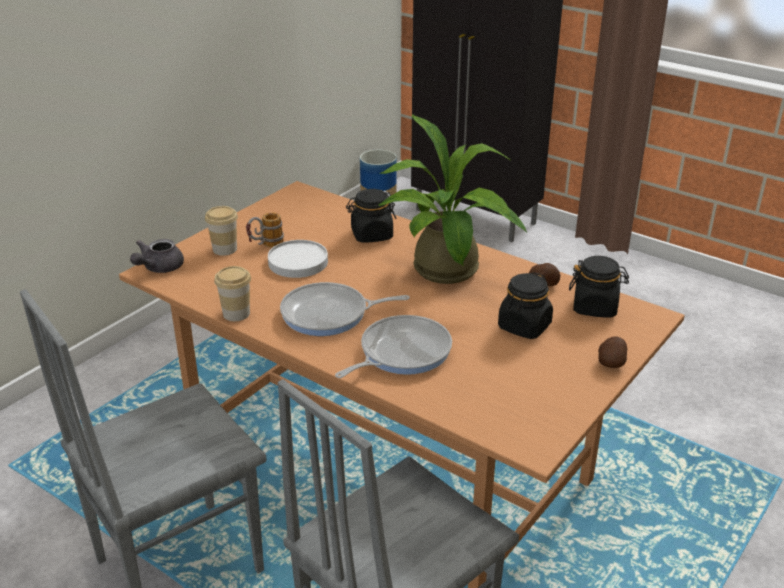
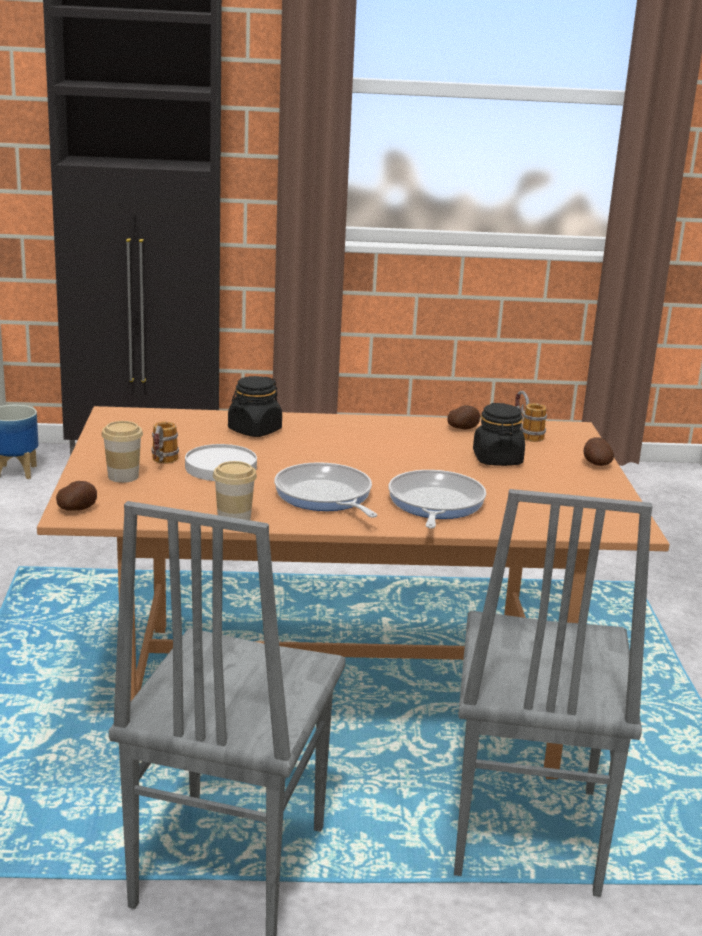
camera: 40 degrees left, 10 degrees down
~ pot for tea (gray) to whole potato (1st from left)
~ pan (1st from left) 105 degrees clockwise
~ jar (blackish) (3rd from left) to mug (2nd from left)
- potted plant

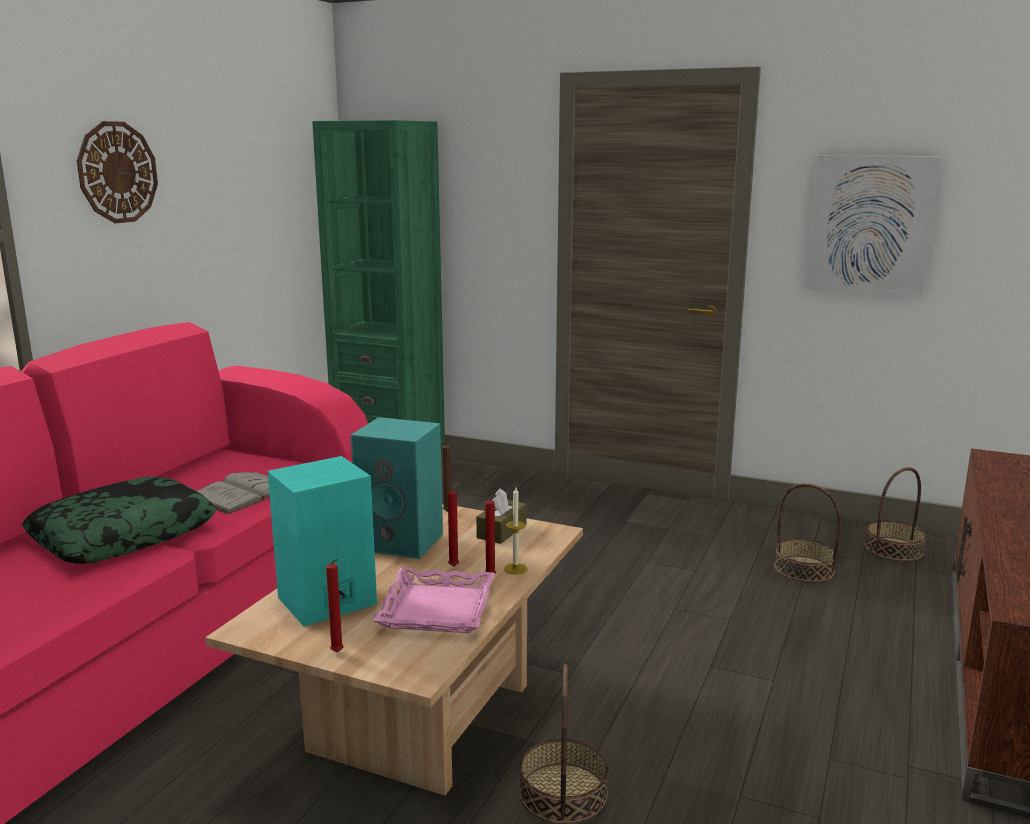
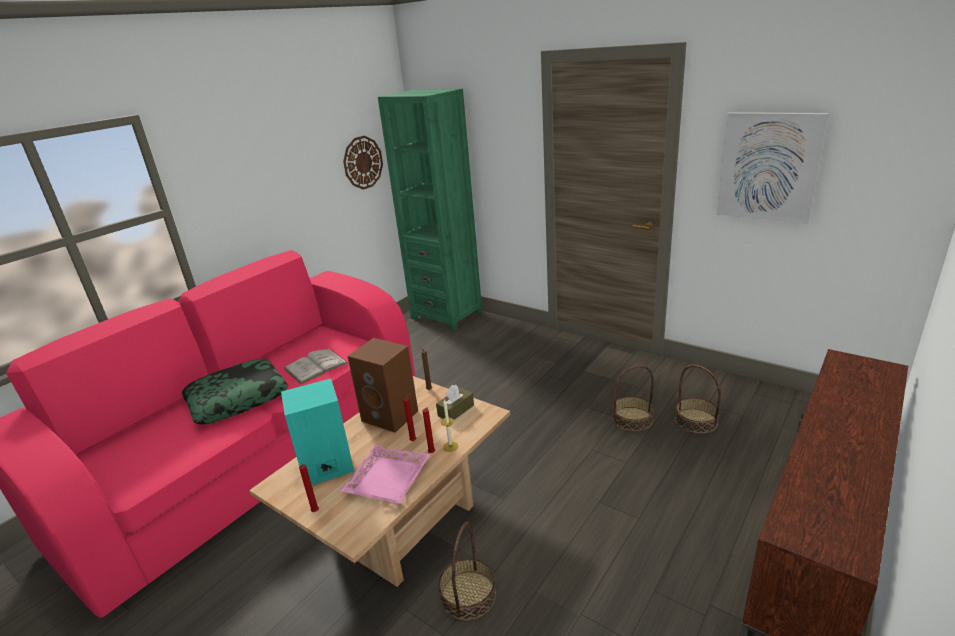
camera: 15 degrees right, 10 degrees up
~ hanging clock
~ loudspeaker (turquoise) (2nd from left) to loudspeaker (brown)
~ basket (3rd from left in the first image) to basket (2nd from left)

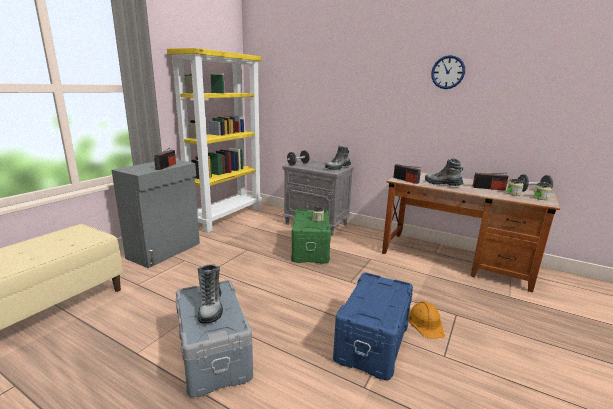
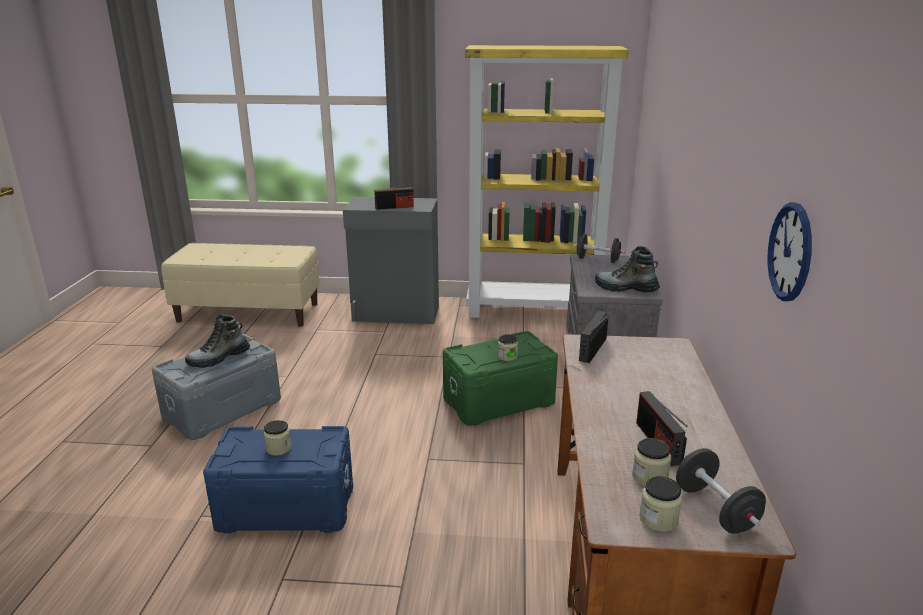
camera: 65 degrees right, 5 degrees up
+ jar (1st from left)
~ hanging clock
- safety helmet (orangey)
- boot (3rd from left)

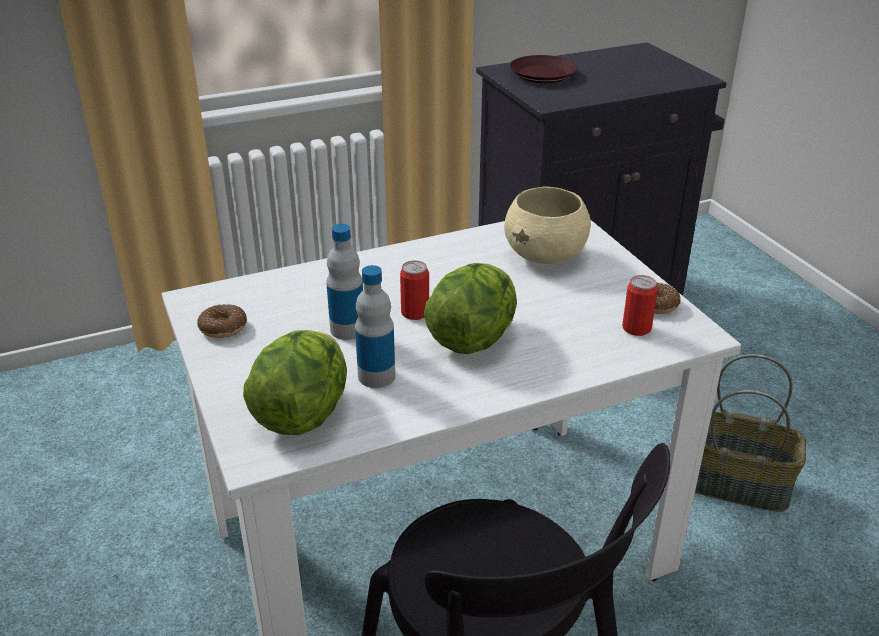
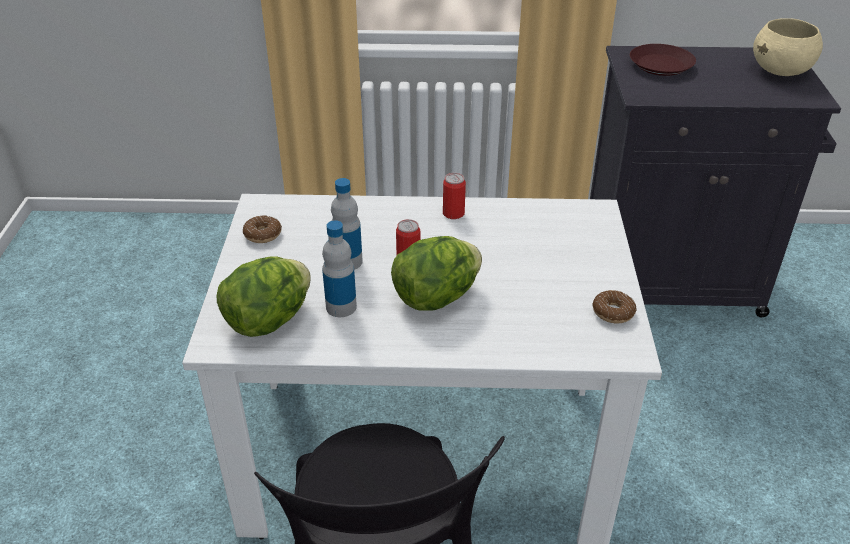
camera: 25 degrees right, 5 degrees up
~ metal can (2nd from left)
~ serving bowl (beige-coloured)
- basket

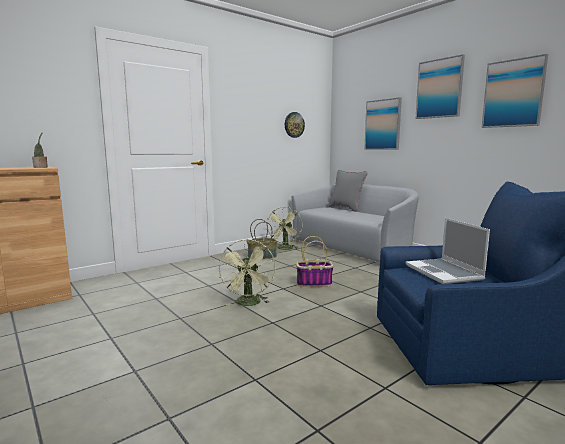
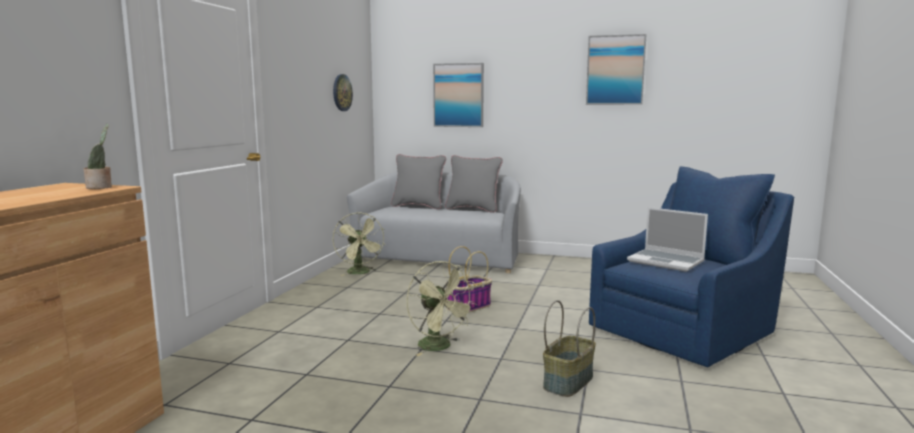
camera: 35 degrees left, 0 degrees up
+ pillow (gray) (2nd from left)
~ basket (1st from left in the first image) to basket (2nd from left)
- wall art (2nd from left)

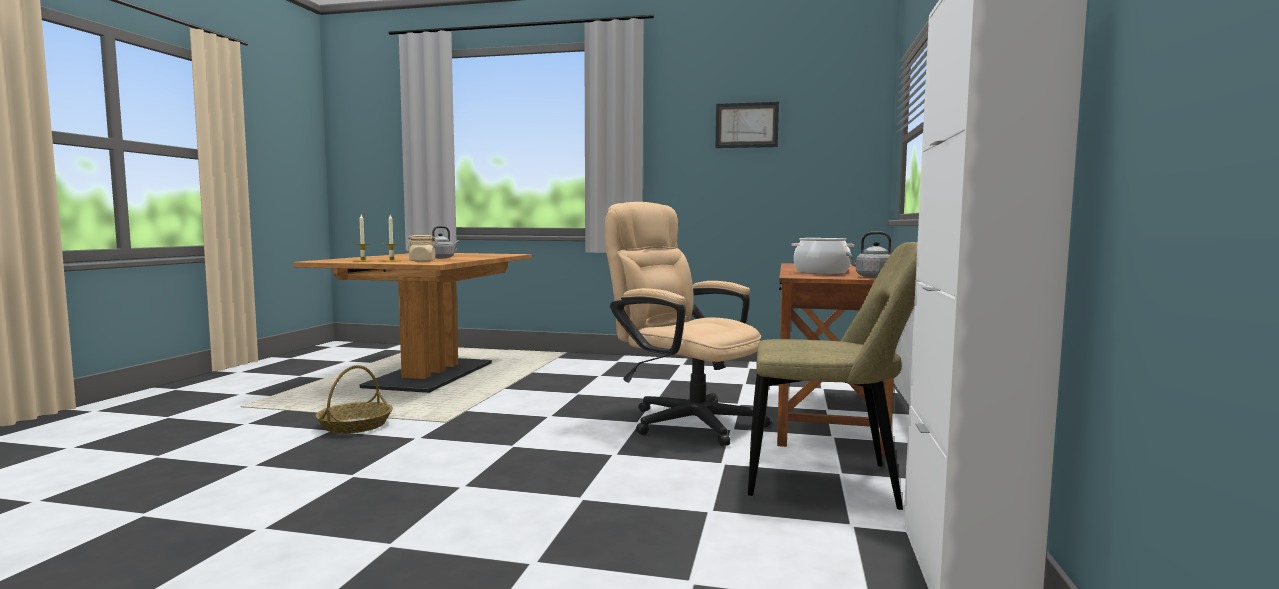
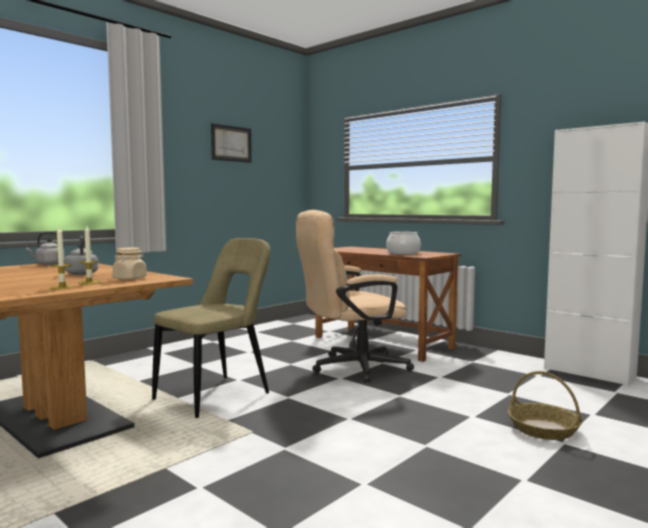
camera: 60 degrees left, 0 degrees up
~ water kettle (gray) (2nd from left in the first image) to water kettle (gray) (1st from left)
~ plain chair (beige-coloured)
~ basket

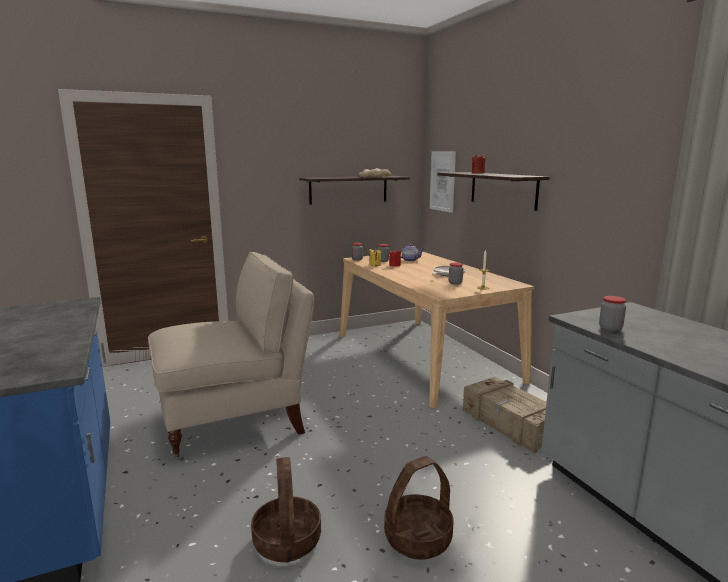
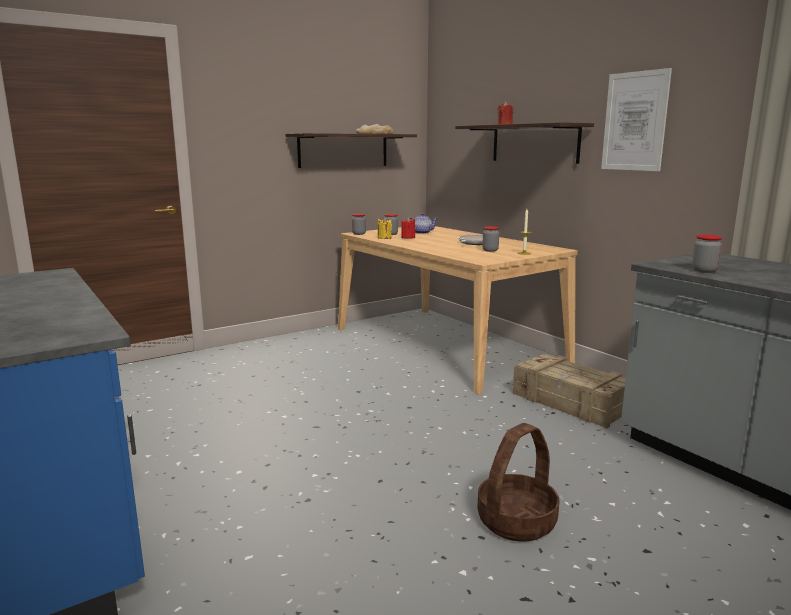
camera: 10 degrees left, 0 degrees up
~ wall art
- plain chair (beige-coloured)
- basket (1st from left)

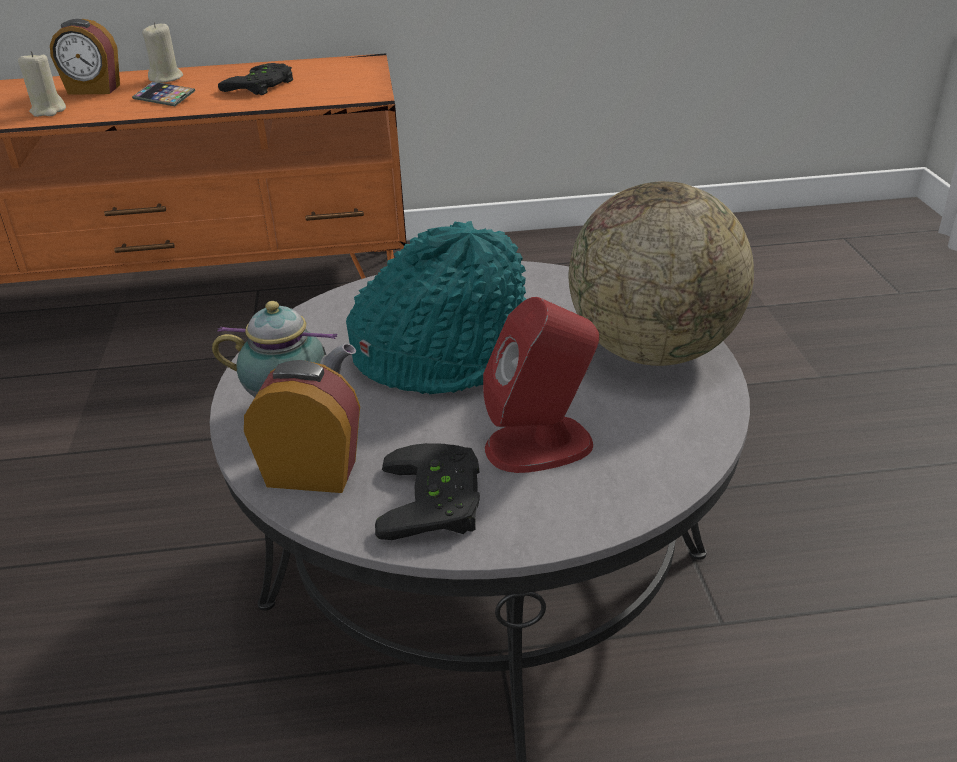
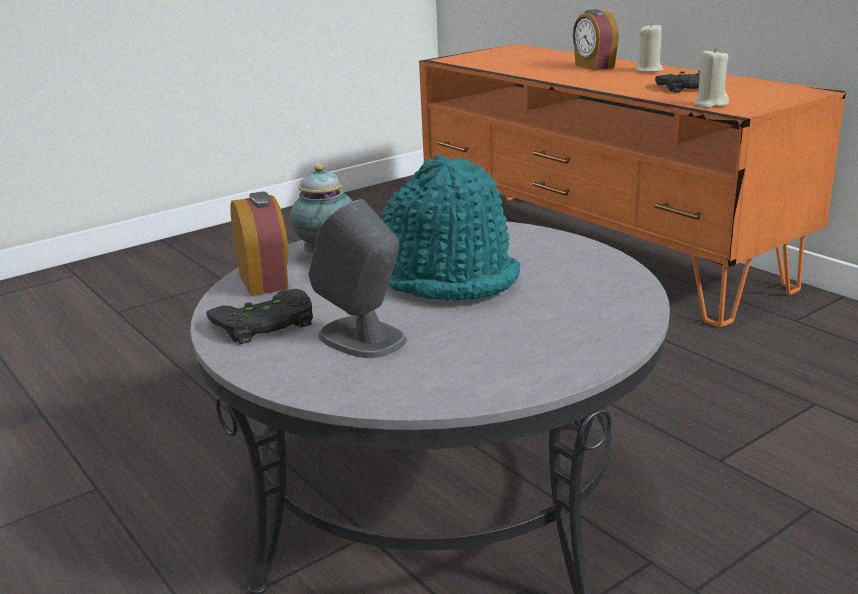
camera: 60 degrees right, 10 degrees down
~ loudspeaker (red) to loudspeaker (gray)
~ wax light (beige-coloured) (1st from left in the first image) to wax light (beige-coloured) (2nd from left)
- handset
- globe

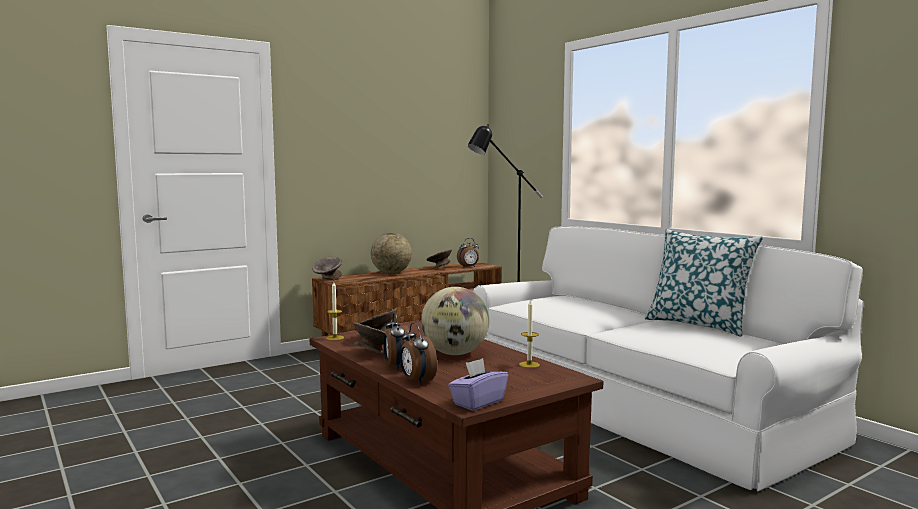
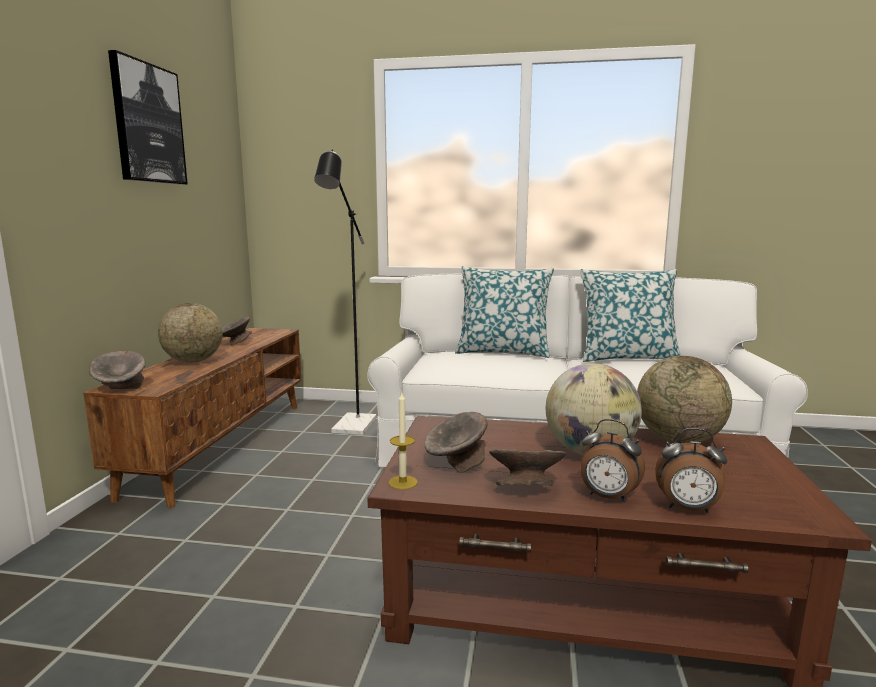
camera: 45 degrees left, 5 degrees up
+ wall art
+ pillow (1st from left)
~ wax light (2nd from left) to globe (3rd from left)
- tissue holder (purple)
- bedside clock (3rd from left)

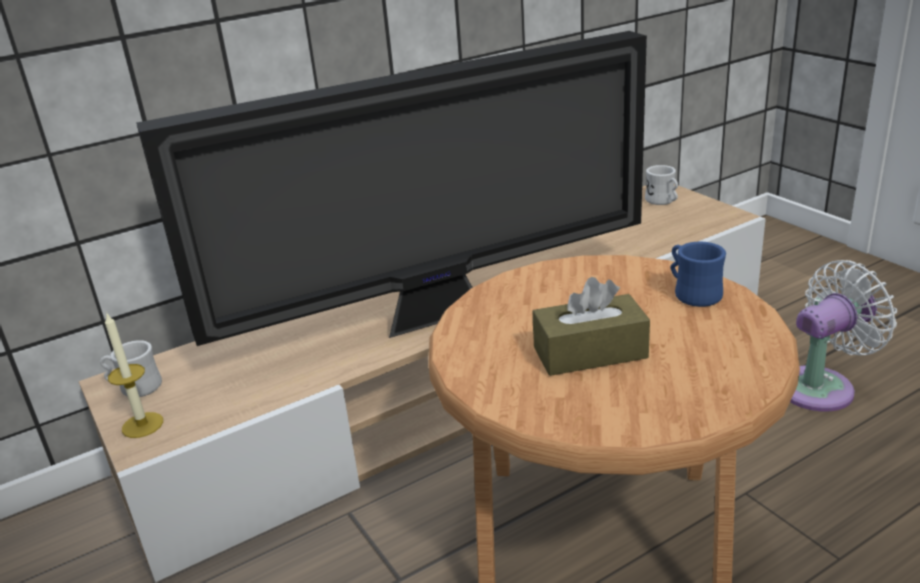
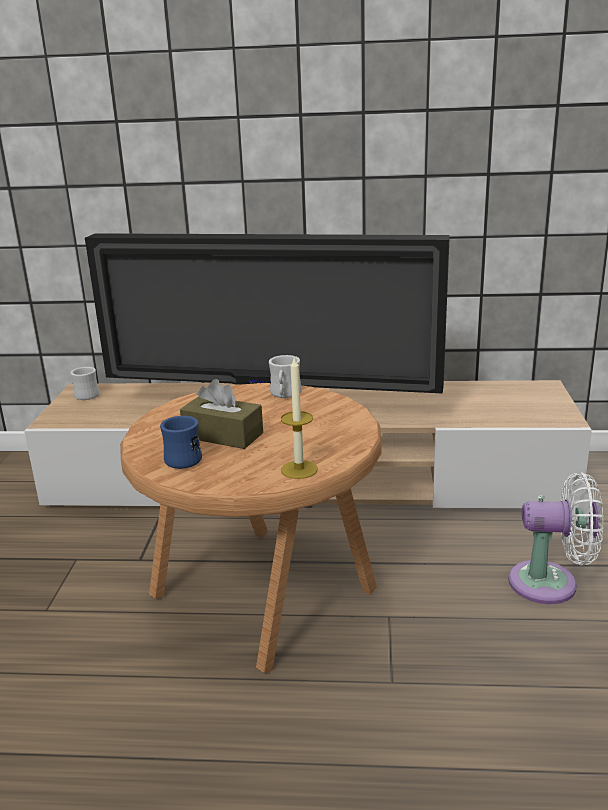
camera: 35 degrees right, 5 degrees down
~ mug (blue-coloured)
~ mug (whitish) (2nd from left)
~ wax light

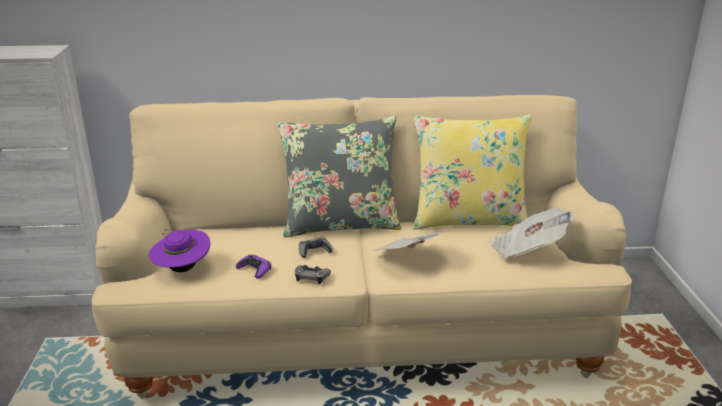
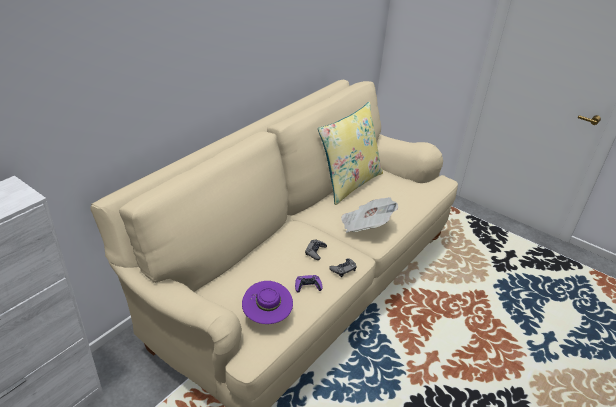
camera: 50 degrees left, 10 degrees up
- pillow (gray)
- daily paper (2nd from left)

